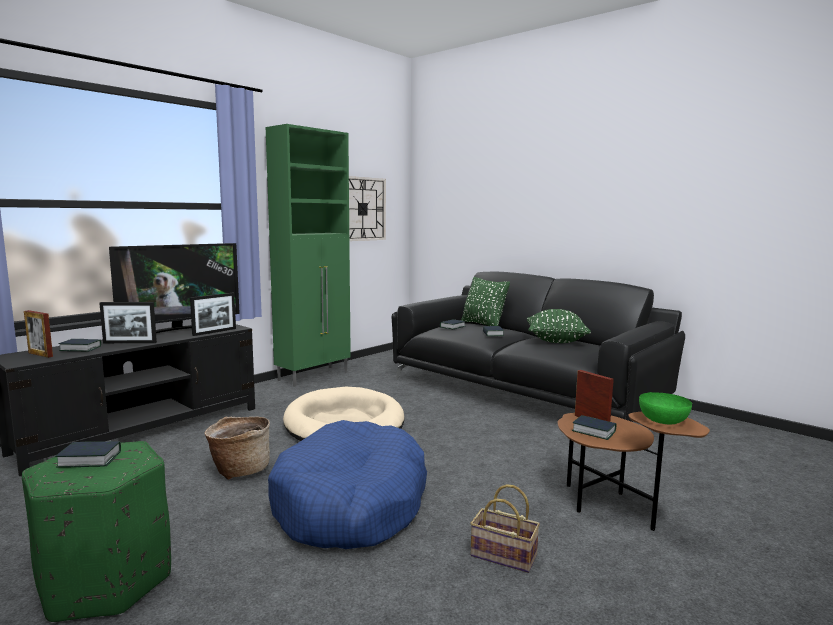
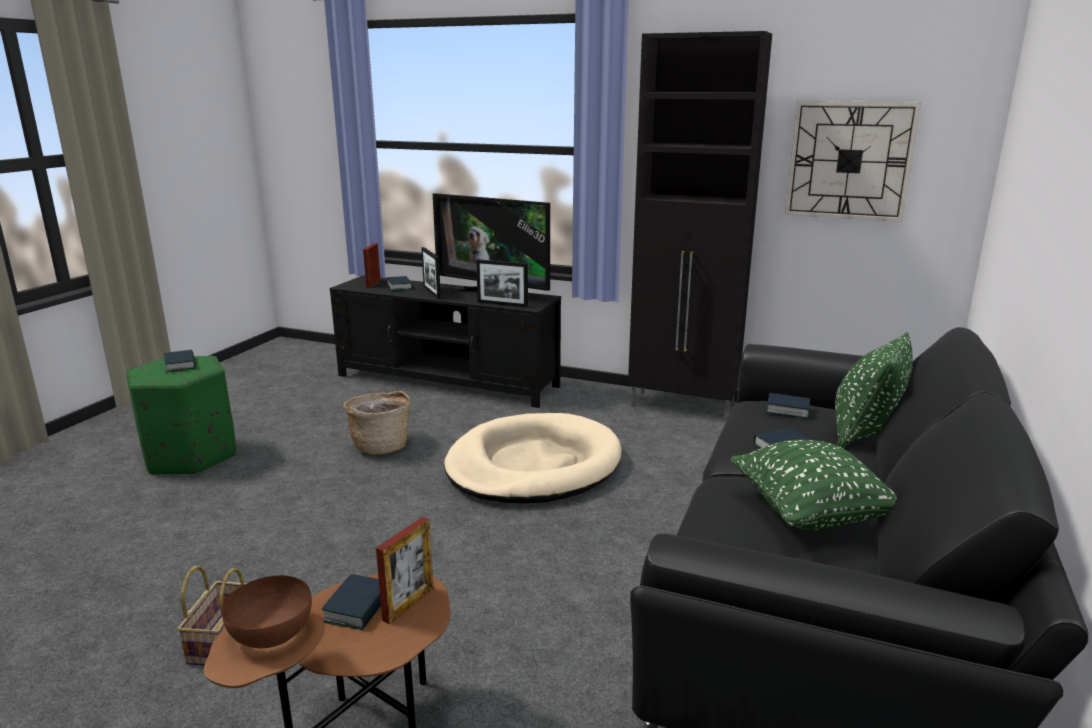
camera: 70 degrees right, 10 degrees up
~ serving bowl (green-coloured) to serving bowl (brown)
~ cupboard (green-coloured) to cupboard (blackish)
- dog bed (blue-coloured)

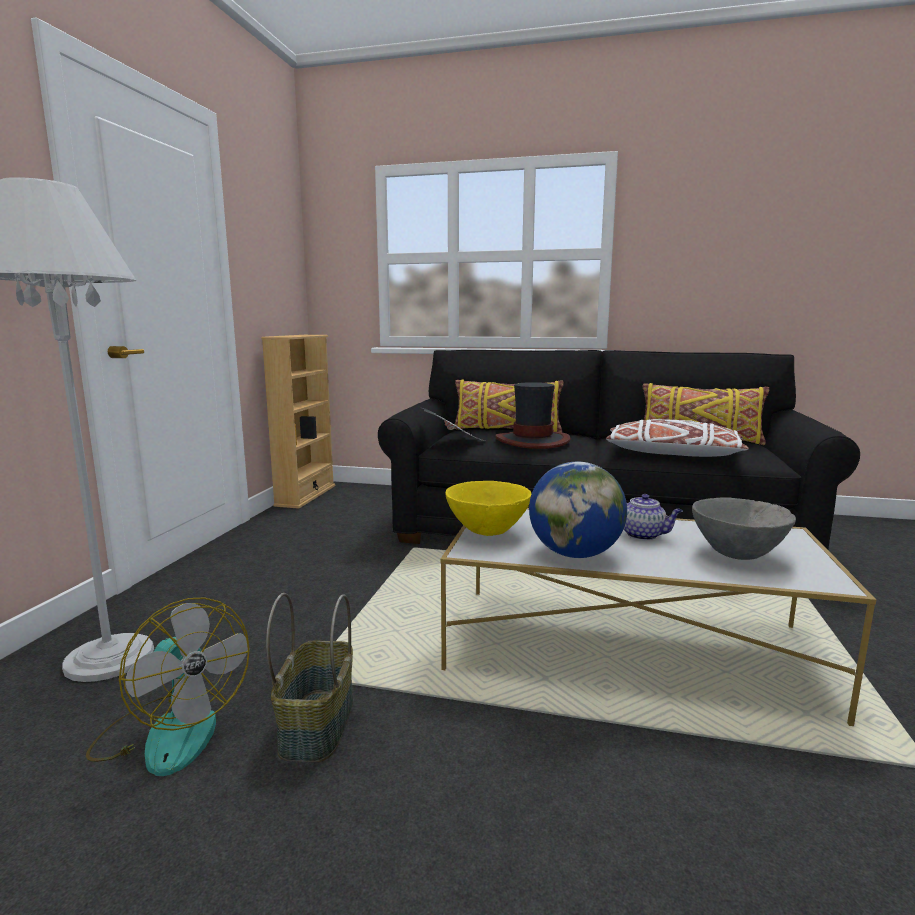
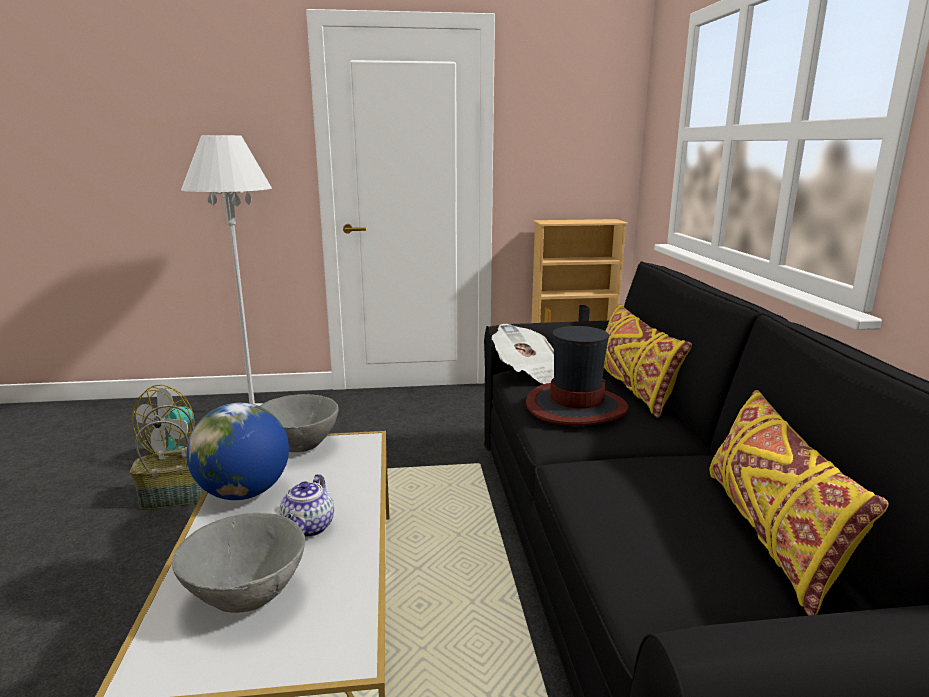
camera: 70 degrees right, 5 degrees up
~ serving bowl (yellowish) to serving bowl (gray) (2nd from left)
- pillow (whitish)

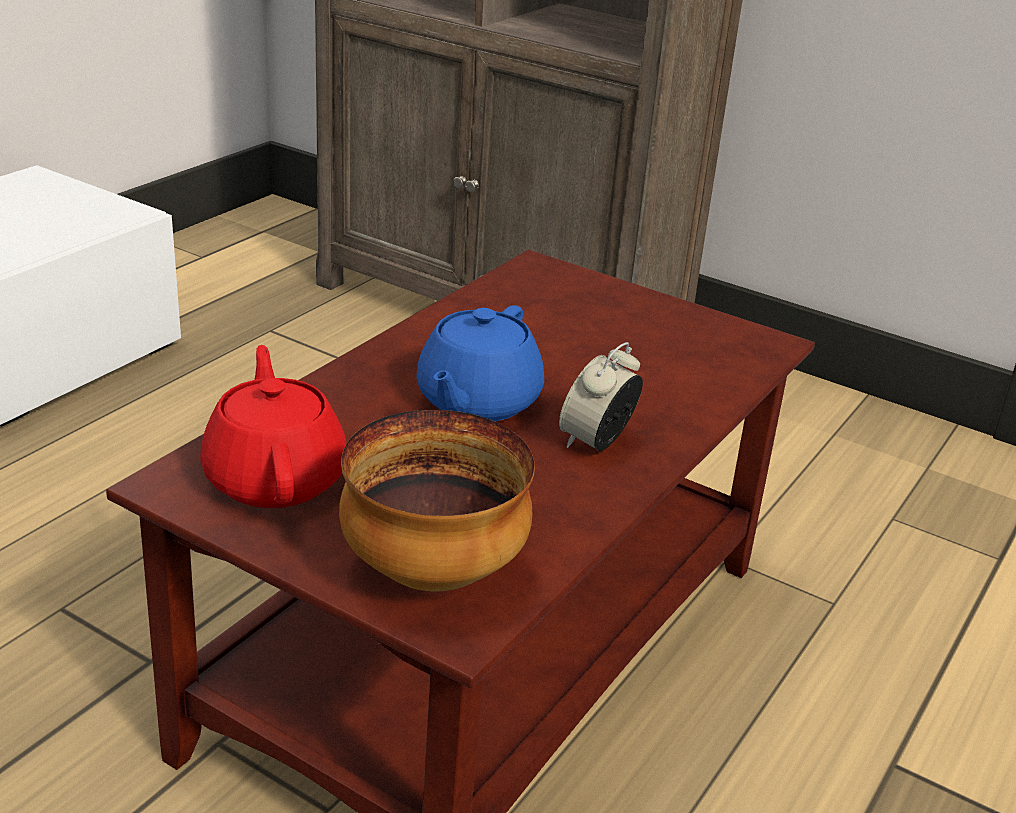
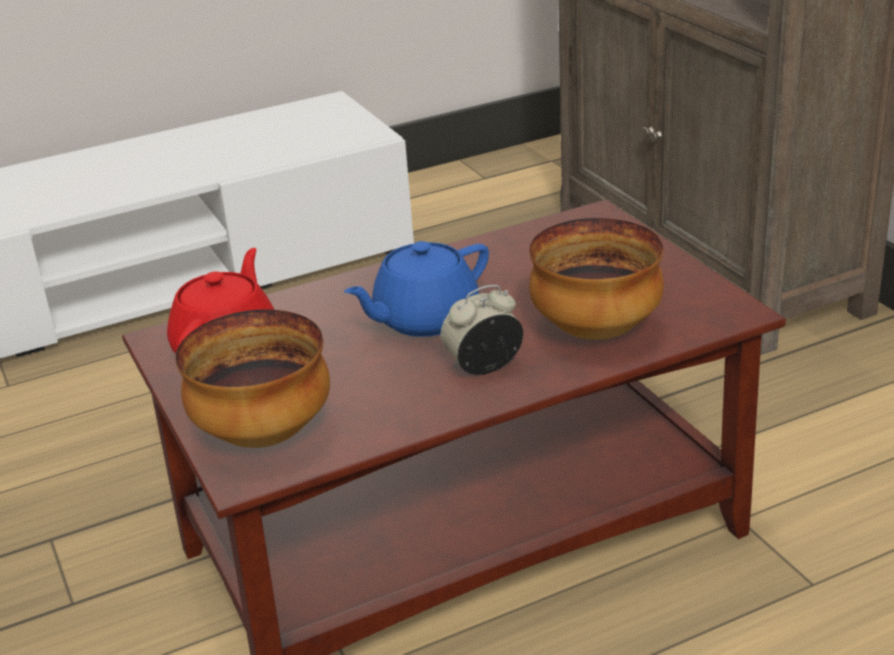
camera: 35 degrees right, 0 degrees up
+ serving bowl (2nd from left)

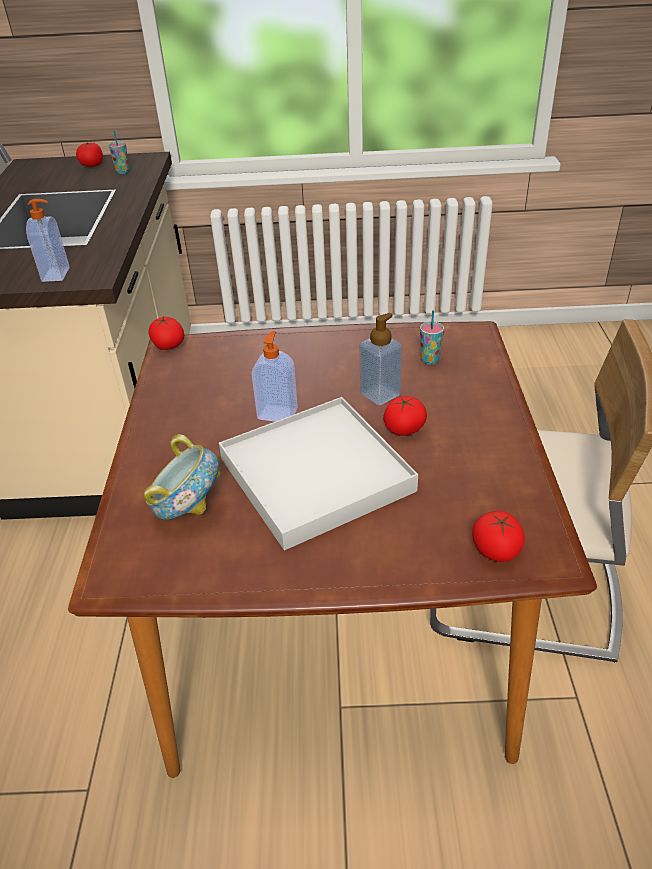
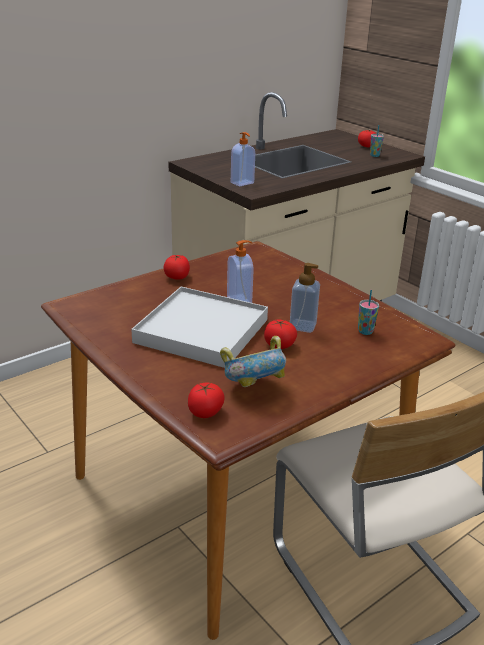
camera: 50 degrees right, 10 degrees down
~ whole tomato (2nd from left in the first image) to whole tomato (1st from left)
~ serving bowl

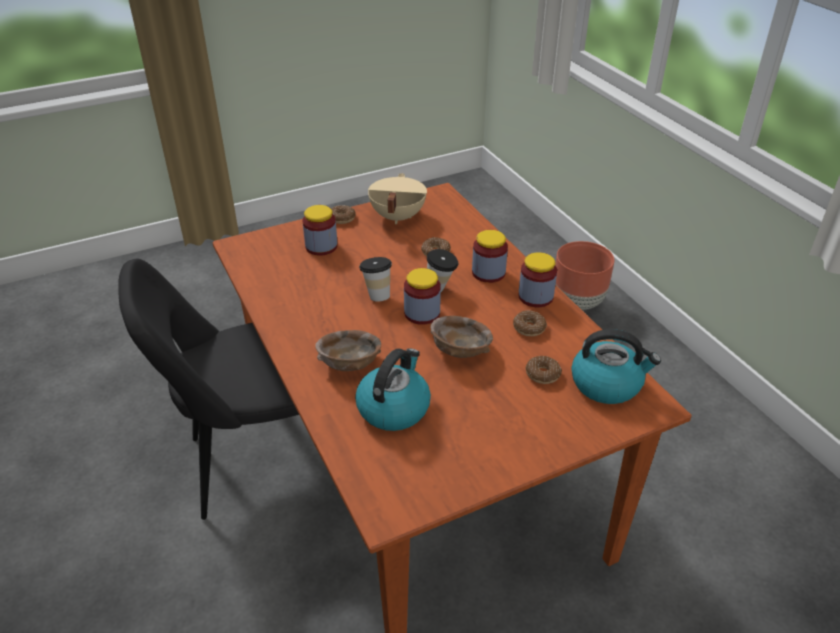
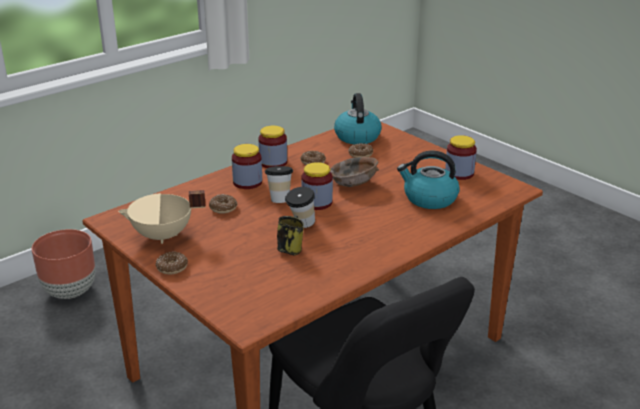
camera: 105 degrees left, 10 degrees down
+ mug
~ jar (1st from left in the first image) to jar (4th from left)
- serving bowl (brown) (1st from left)

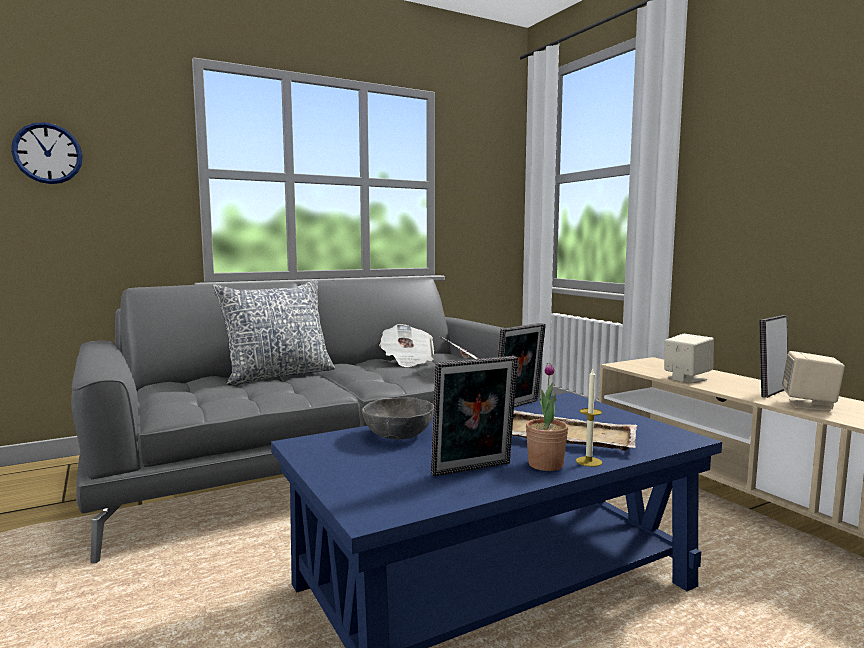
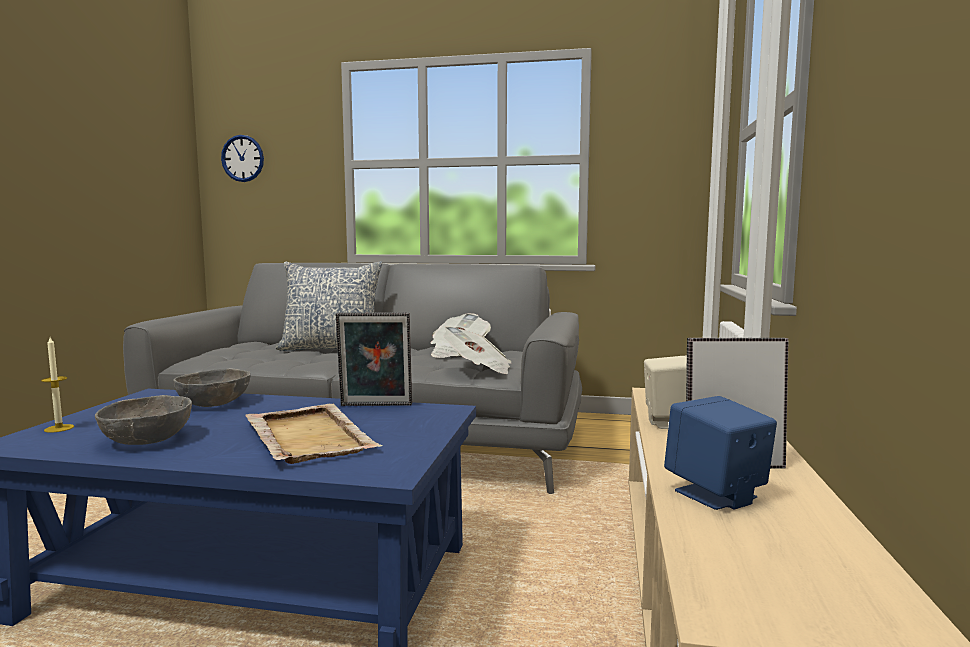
camera: 40 degrees right, 0 degrees up
~ wax light
~ picture frame (1st from left) to serving bowl (gray) (1st from left)
~ loudspeaker (beige-coloured) (2nd from left) to loudspeaker (blue-coloured)
- potted plant

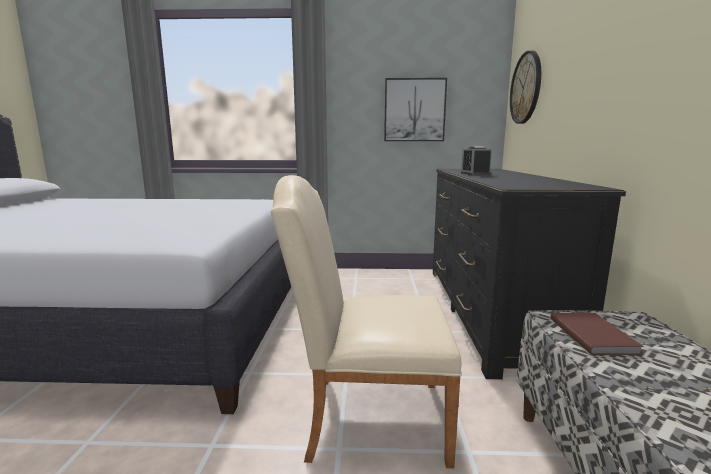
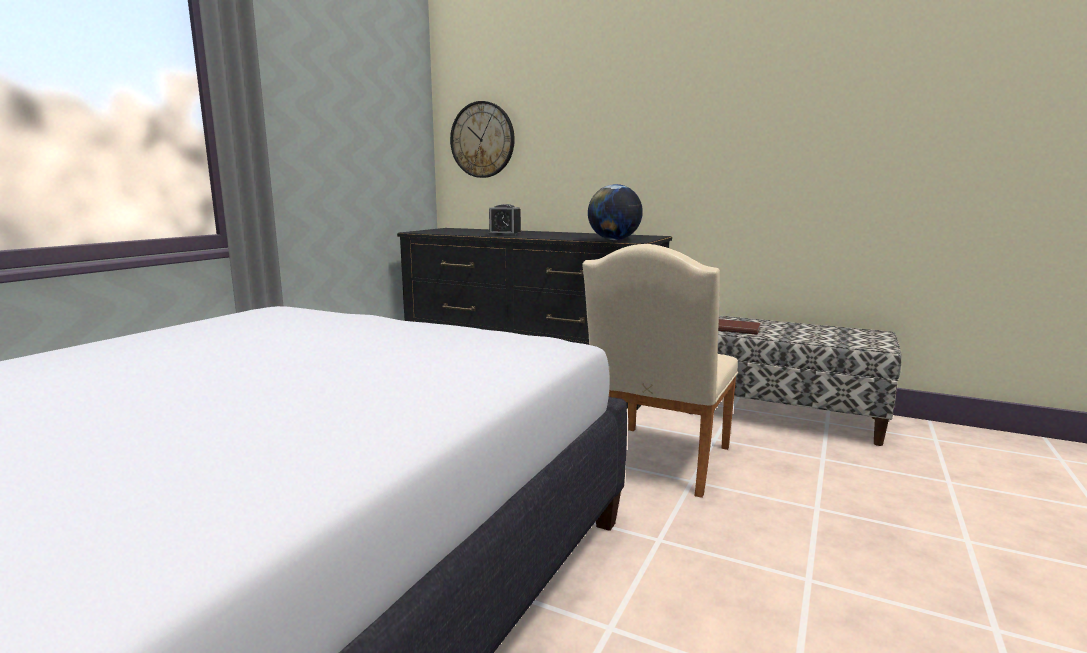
camera: 65 degrees left, 0 degrees up
+ globe
- wall art

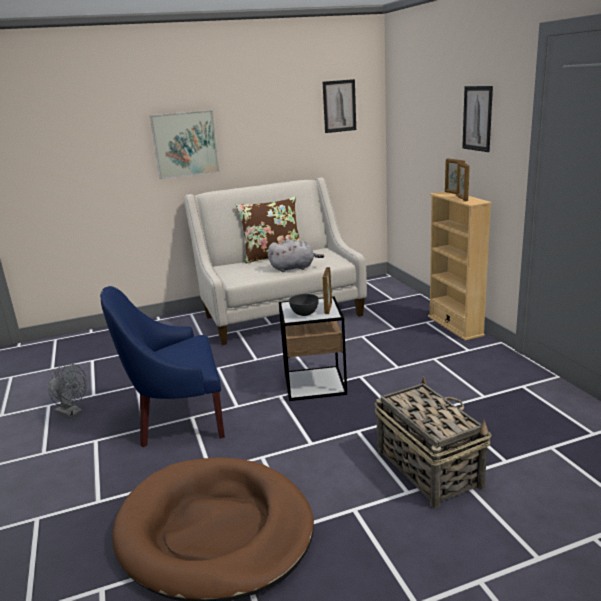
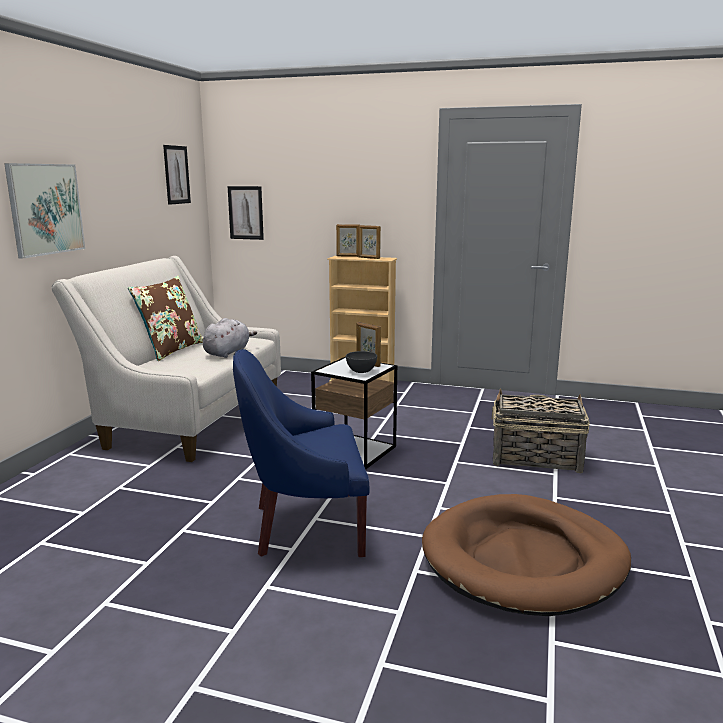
camera: 55 degrees left, 5 degrees down
~ wall art (3rd from left)
~ lounge chair (blue-coloured) 60 degrees clockwise
- cooling fan (gray)

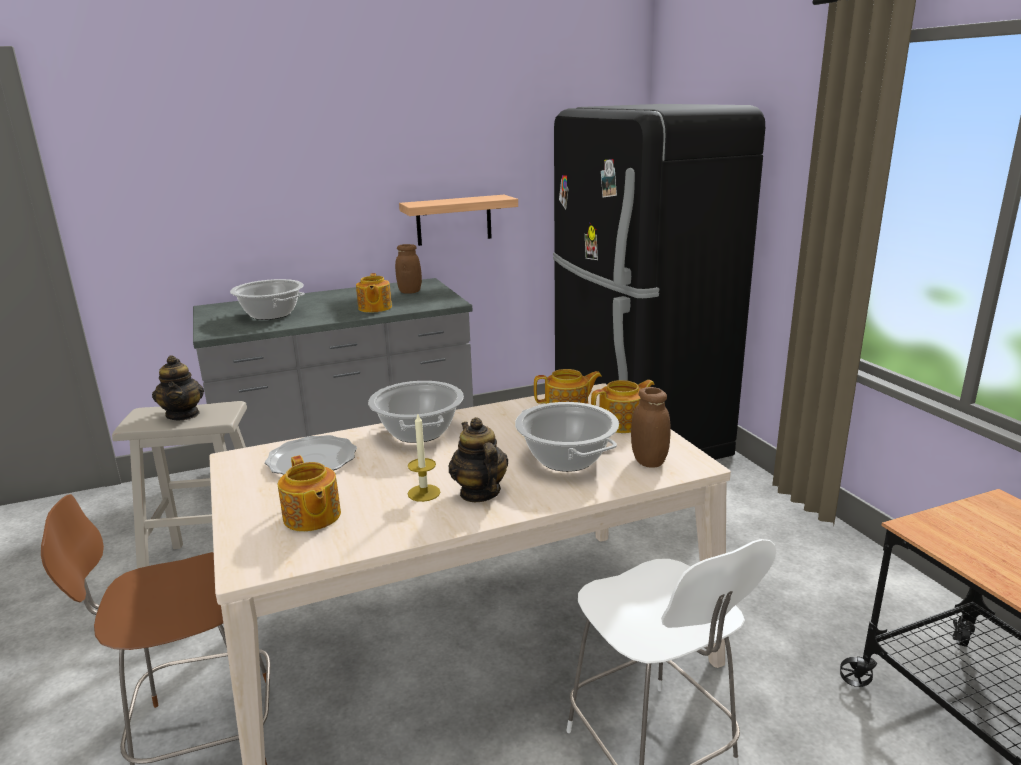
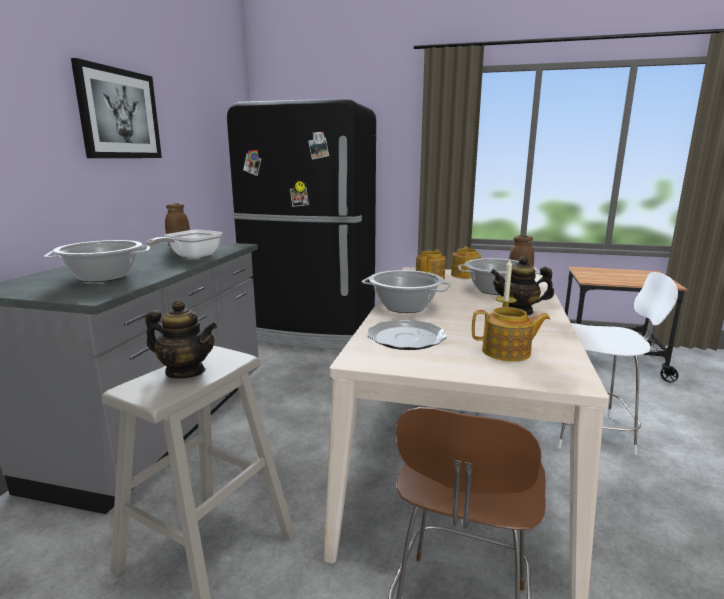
camera: 55 degrees left, 5 degrees down
+ wall art
~ pot for tea (3rd from left) to pan
- wall shelf

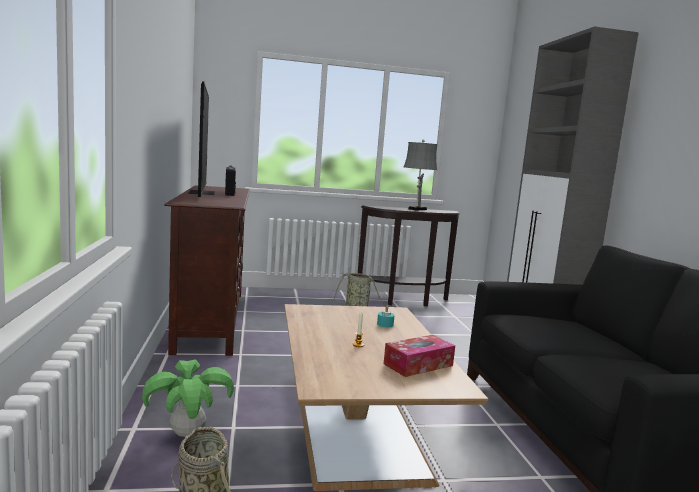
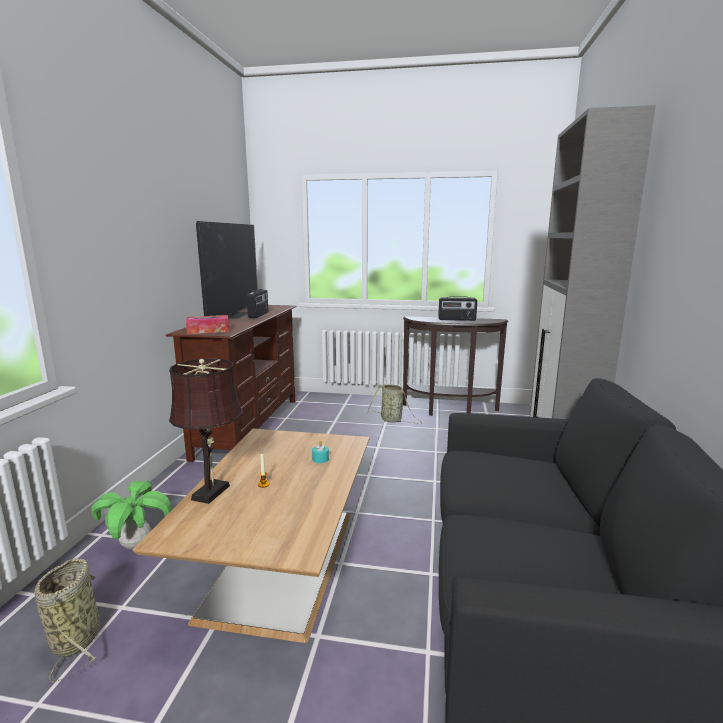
camera: 20 degrees right, 5 degrees up
+ tabletop lamp (brown)
~ tissue holder
~ tabletop lamp (gray) to radio receiver (2nd from left)

